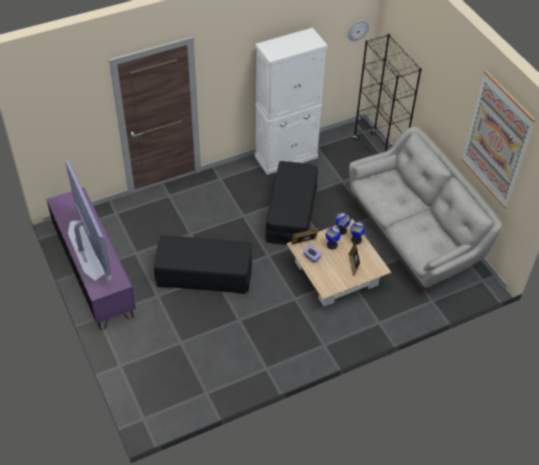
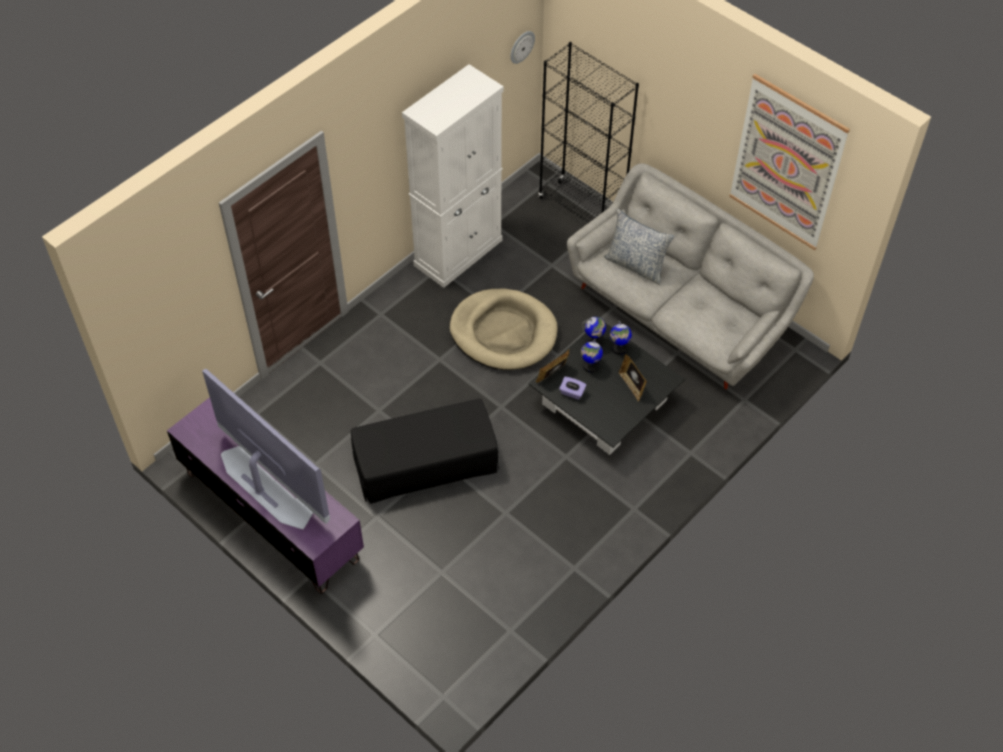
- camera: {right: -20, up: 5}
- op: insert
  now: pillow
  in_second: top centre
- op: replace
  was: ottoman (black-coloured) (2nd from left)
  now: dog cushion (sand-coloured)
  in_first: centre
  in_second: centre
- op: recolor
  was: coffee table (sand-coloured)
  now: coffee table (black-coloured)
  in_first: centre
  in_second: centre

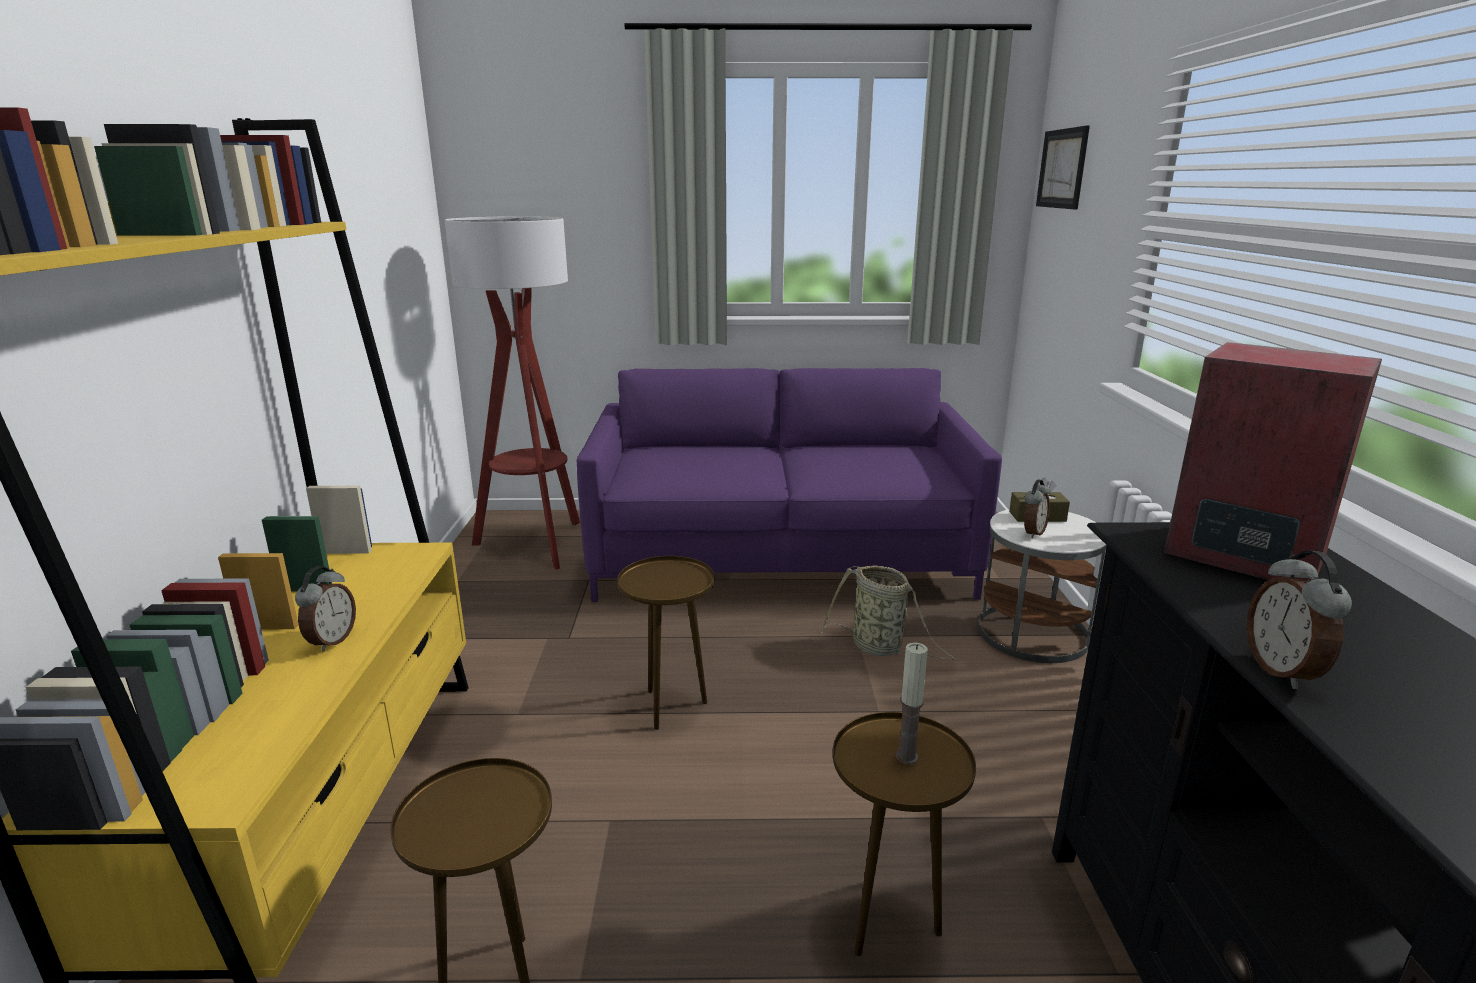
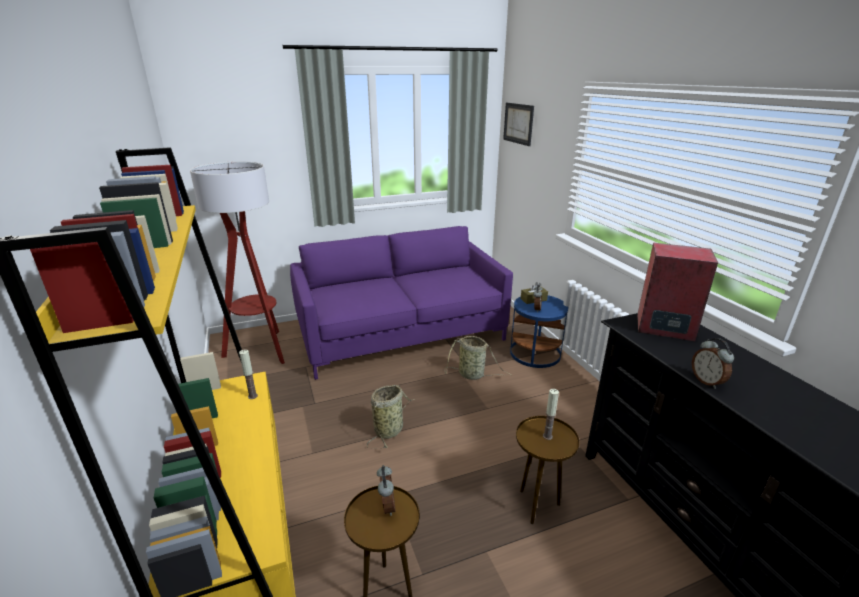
- camera: {right: -20, up: 5}
- op: insert
  now: wax light (1st from left)
  in_second: middle left
- op: move
  was: alarm clock (1st from left)
  in_first: middle left
  in_second: bottom centre
- op: replace
  was: accent table (brown-coloured) (2nd from left)
  now: household basket (1st from left)
  in_first: centre
  in_second: bottom centre
- op: recolor
  was: accent table (white)
  now: accent table (blue)
  in_first: middle right
  in_second: centre

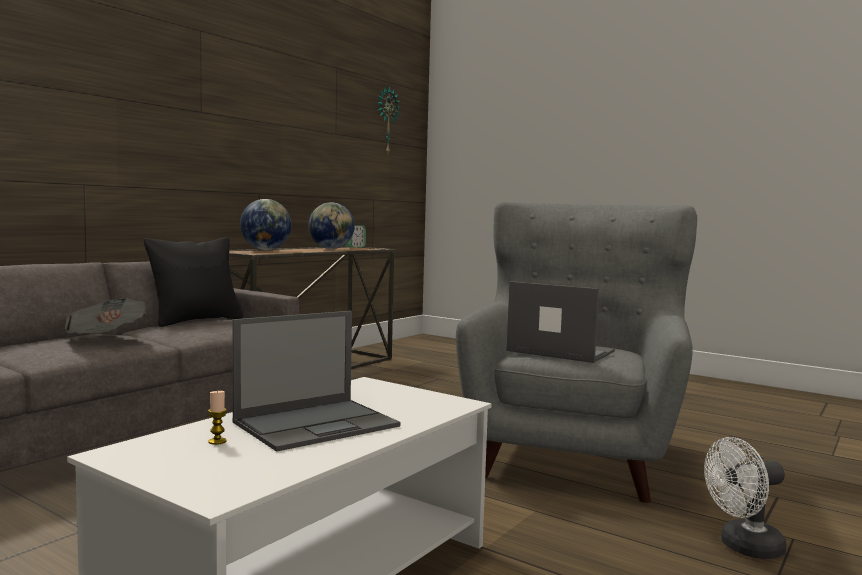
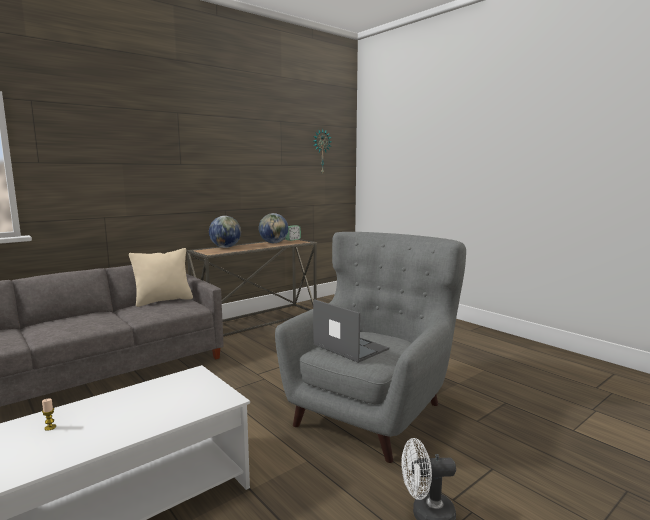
- camera: {right: 15, up: 5}
- op: delete
  was: printed paper
  in_first: middle left
- op: delete
  was: portable computer (1st from left)
  in_first: centre
- op: recolor
  was: pillow (black-coloured)
  now: pillow (sand-coloured)
  in_first: middle left
  in_second: middle left

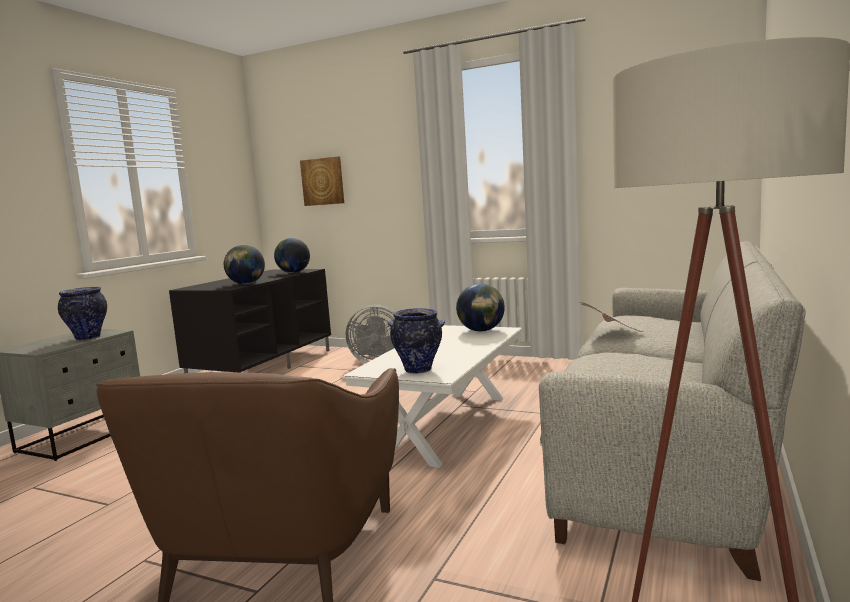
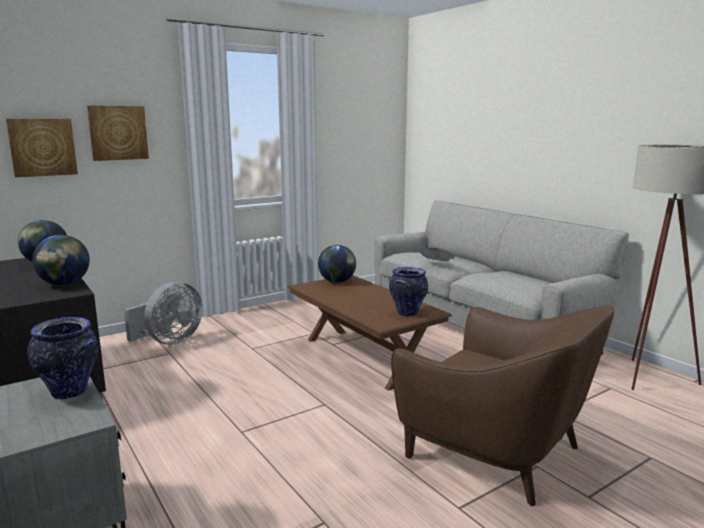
- camera: {right: -60, up: 5}
- op: insert
  now: wall art (2nd from left)
  in_second: top left
- op: recolor
  was: coffee table (white)
  now: coffee table (brown-coloured)
  in_first: centre
  in_second: centre

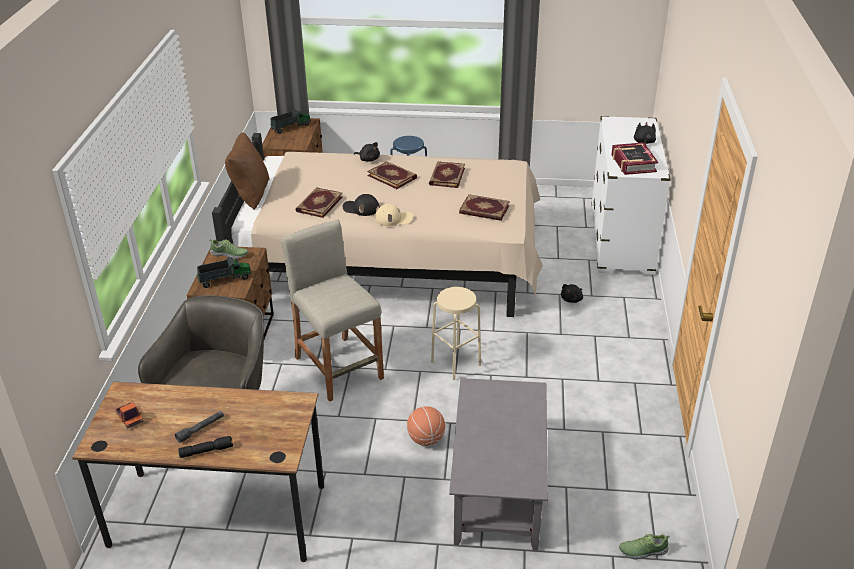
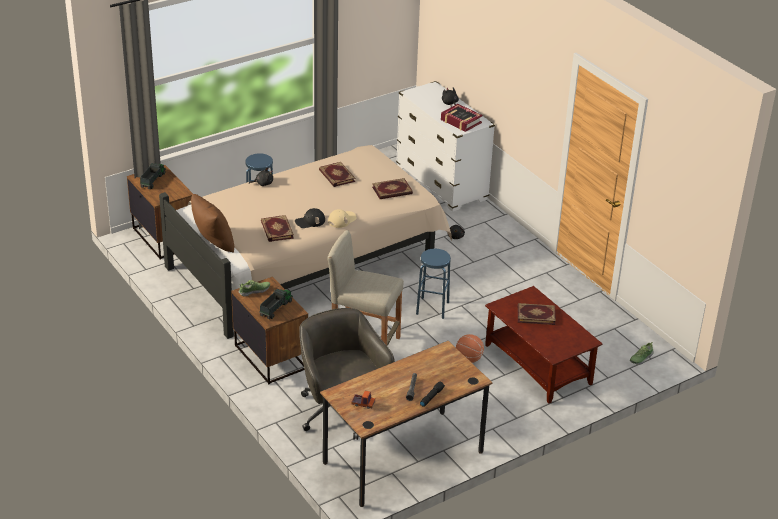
- camera: {right: -40, up: 0}
- op: move
  was: volume (2nd from left in the first image)
  now: volume (5th from left)
  in_first: top centre
  in_second: middle right
- op: recolor
  was: stool seat (sand-coloured) (2nd from left)
  now: stool seat (blue) (2nd from left)
  in_first: centre
  in_second: centre
- op: recolor
  was: coffee table (greyish)
  now: coffee table (brown-coloured)
  in_first: bottom centre
  in_second: middle right

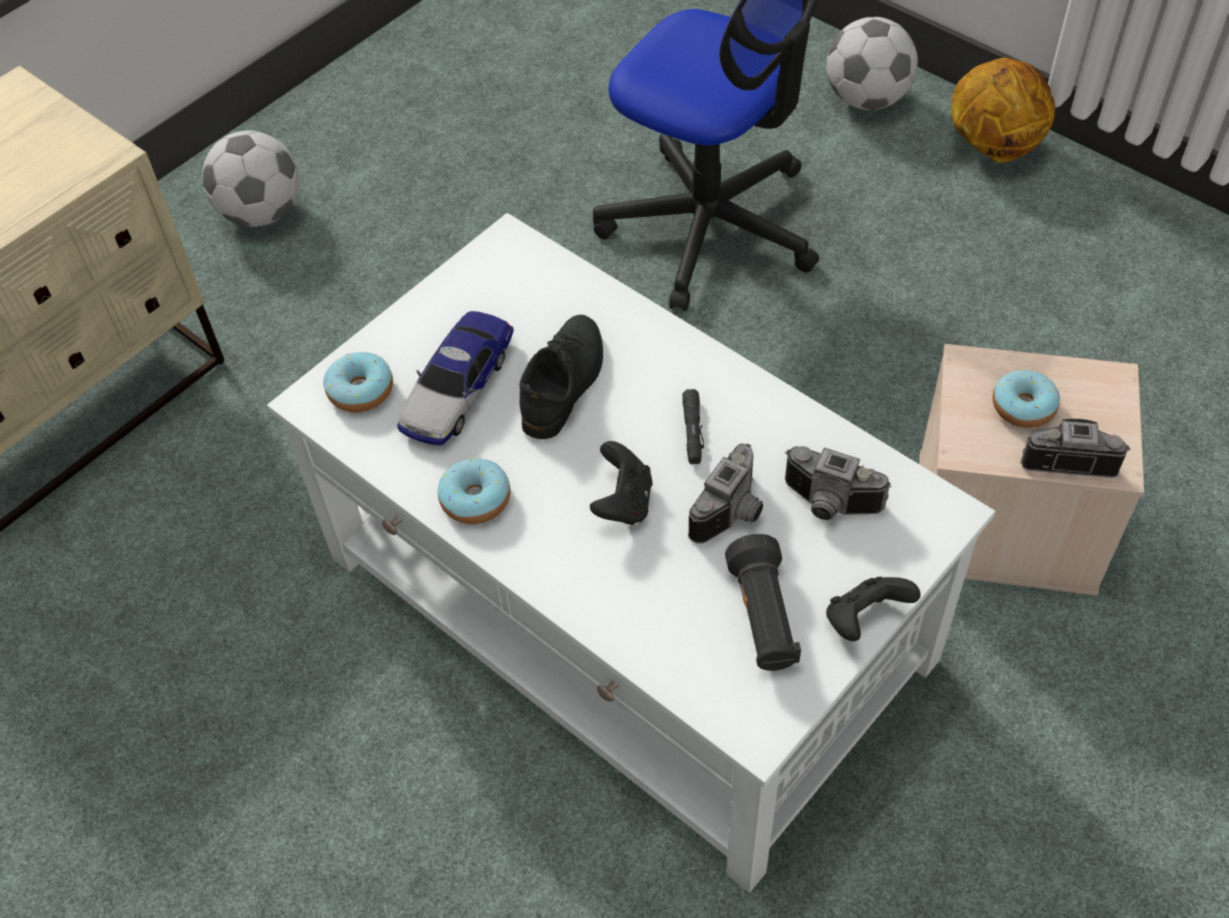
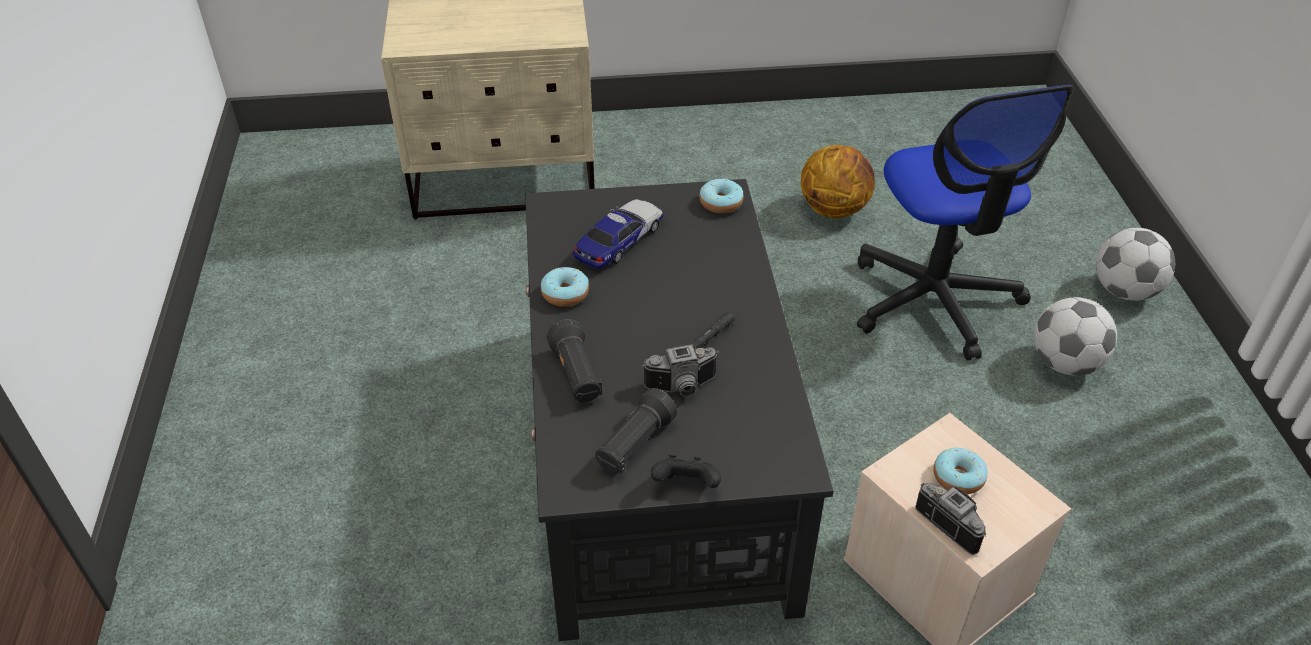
- camera: {right: 40, up: -10}
- op: delete
  was: shoe (black-coloured)
  in_first: centre
- op: delete
  was: joypad (black-coloured) (1st from left)
  in_first: centre
- op: delete
  was: photo camera (2nd from left)
  in_first: middle right
- op: insert
  now: flashlight (black-coloured) (1st from left)
  in_second: centre
- op: move
  was: ball for football (1st from left)
  in_first: top left
  in_second: middle right
- op: move
  was: ring doughnut (1st from left in the first image)
  now: ring doughnut (2nd from left)
  in_first: middle left
  in_second: top centre
- op: move
  was: ball for basketball
  in_first: top right
  in_second: top centre
- op: recolor
  was: coffee table (white)
  now: coffee table (black-coloured)
  in_first: centre
  in_second: centre
- op: rotate
  was: model car
  in_first: centre
  in_second: centre
  clockwise: 150

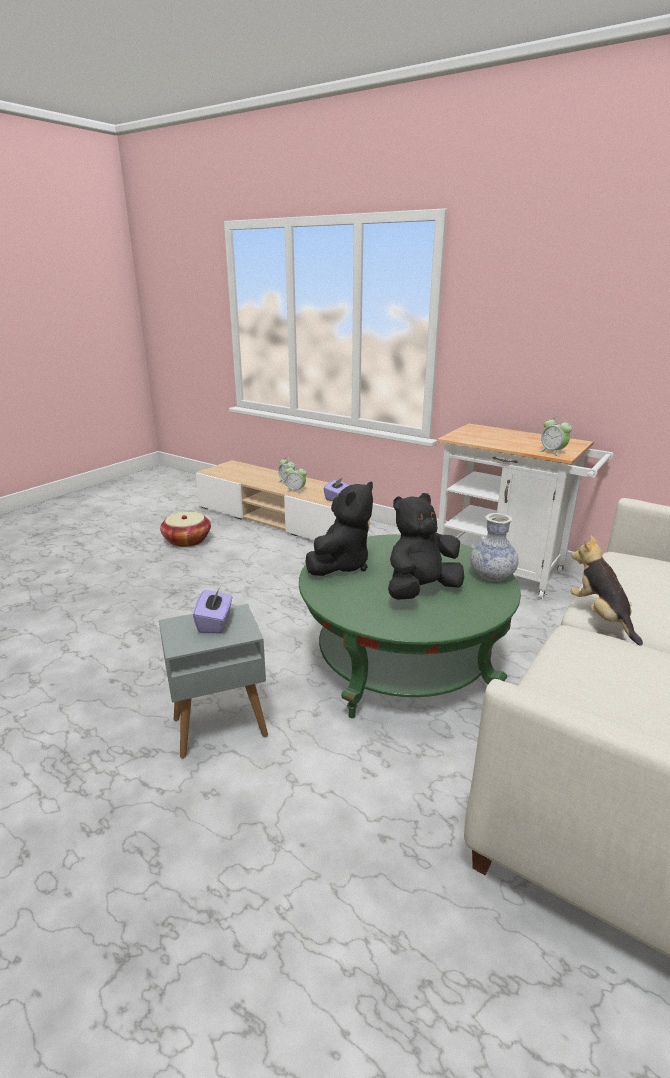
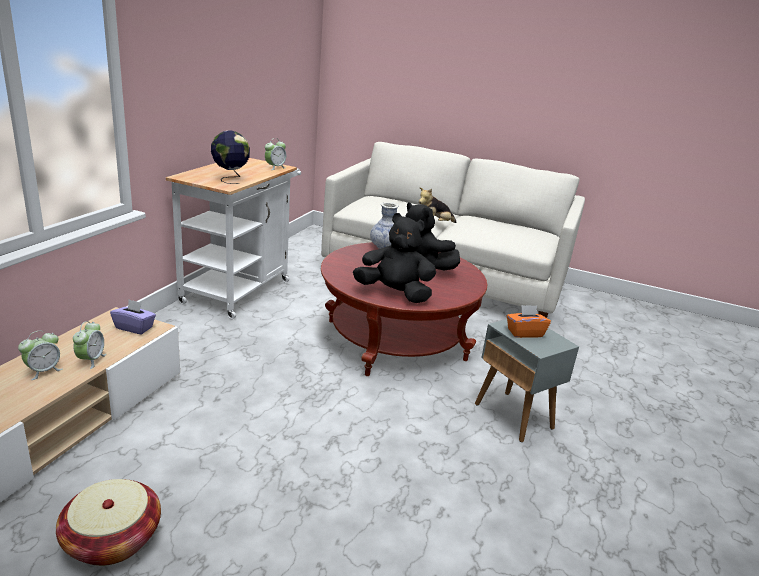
- camera: {right: -105, up: 0}
- op: insert
  now: globe
  in_second: top left
- op: recolor
  was: box of tissues (purplish) (1st from left)
  now: box of tissues (orange-coloured)
  in_first: middle left
  in_second: middle right
- op: recolor
  was: coffee table (green-coloured)
  now: coffee table (red-coloured)
  in_first: centre
  in_second: centre

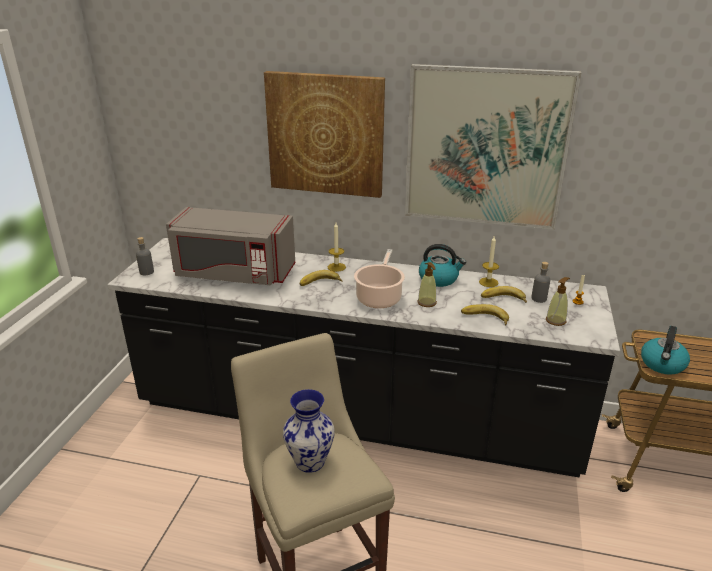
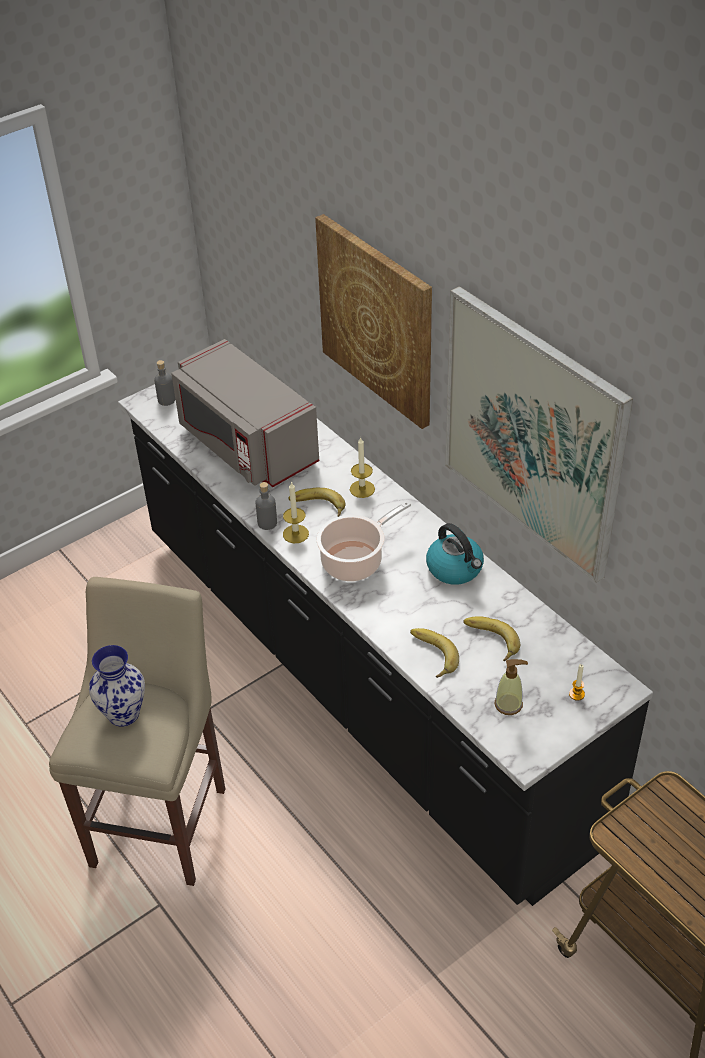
- camera: {right: 40, up: 15}
- op: delete
  was: soap bottle (1st from left)
  in_first: centre
- op: delete
  was: tea kettle (2nd from left)
  in_first: middle right
- op: move
  was: wax light (2nd from left in the first image)
  now: wax light (1st from left)
  in_first: middle right
  in_second: centre
- op: move
  was: drink bottle (greyish) (2nd from left)
  in_first: middle right
  in_second: centre

